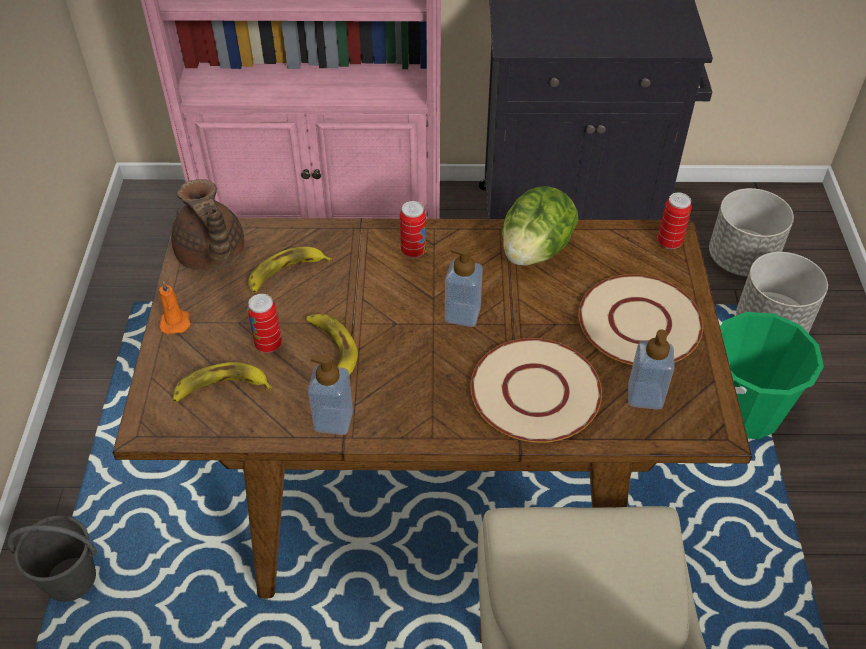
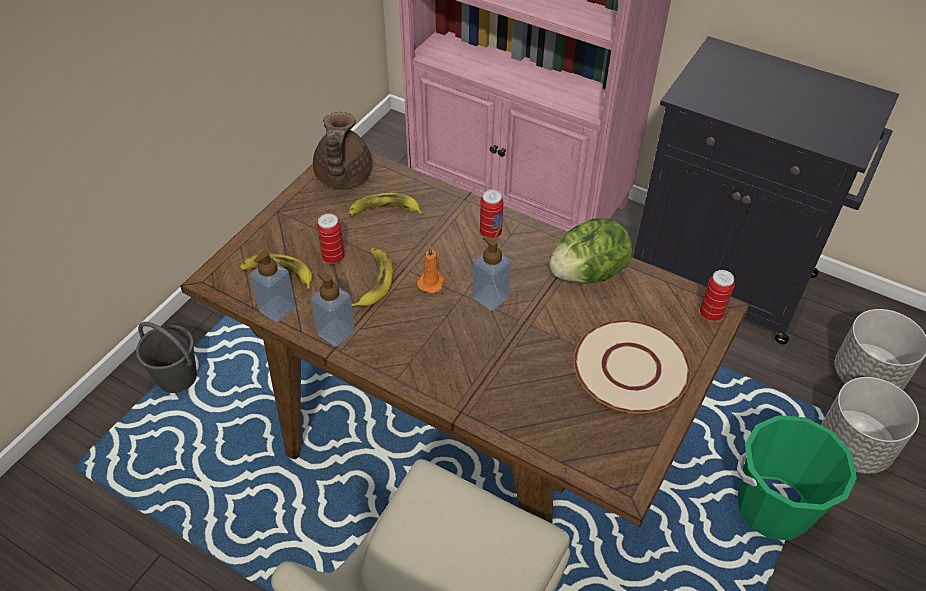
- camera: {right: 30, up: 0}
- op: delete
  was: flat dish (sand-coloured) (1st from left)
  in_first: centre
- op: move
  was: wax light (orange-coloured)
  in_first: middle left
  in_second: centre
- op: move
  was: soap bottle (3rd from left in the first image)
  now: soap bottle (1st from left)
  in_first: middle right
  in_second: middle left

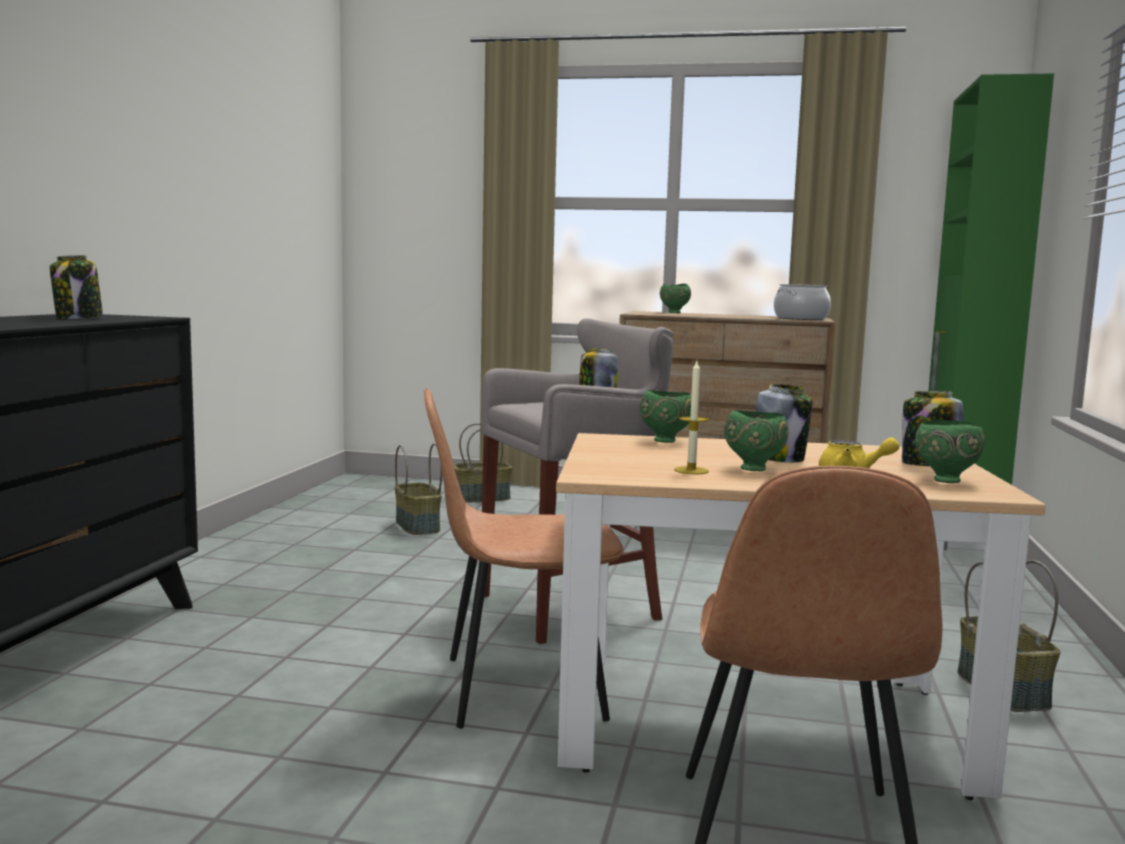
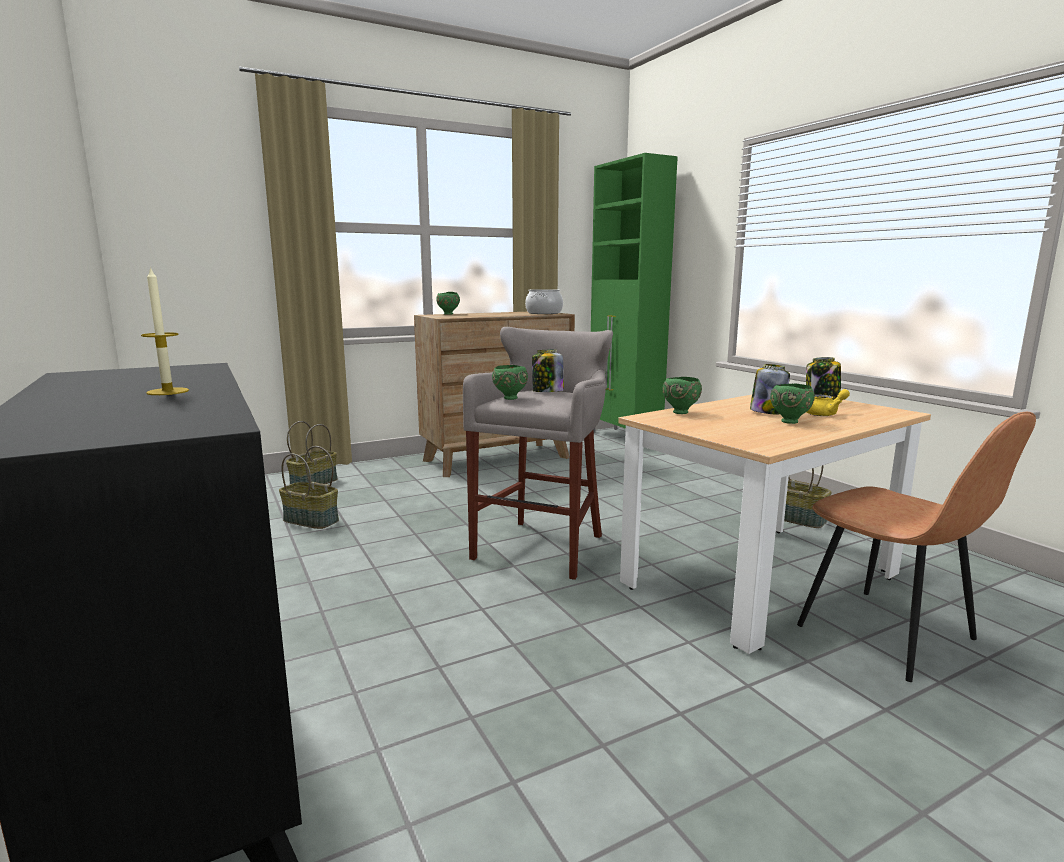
- camera: {right: -40, up: 5}
- op: delete
  was: preserve jar (1st from left)
  in_first: middle left
- op: delete
  was: plain chair (brown-coloured) (1st from left)
  in_first: centre
- op: move
  was: wax light
  in_first: centre
  in_second: middle left
- op: move
  was: bowl (green-coloured) (4th from left in the first image)
  now: bowl (green-coloured) (2nd from left)
  in_first: middle right
  in_second: centre

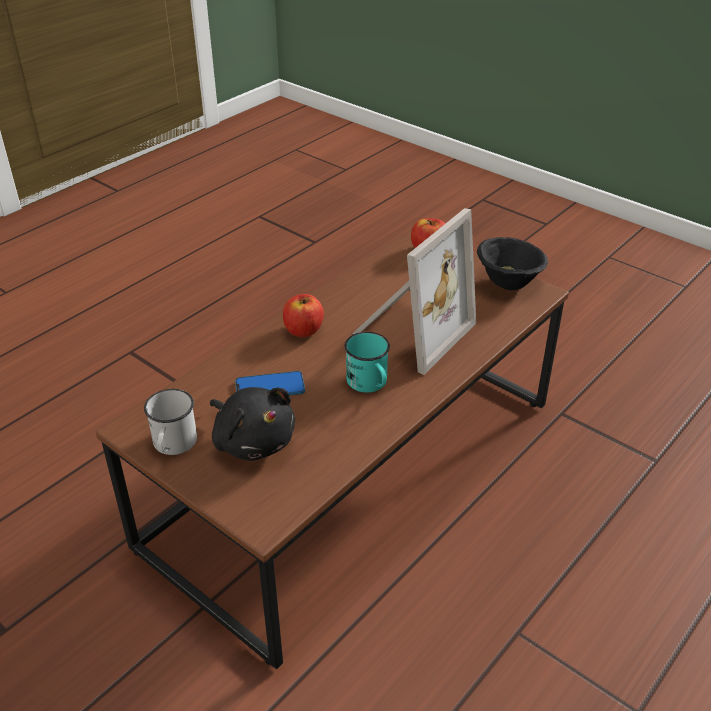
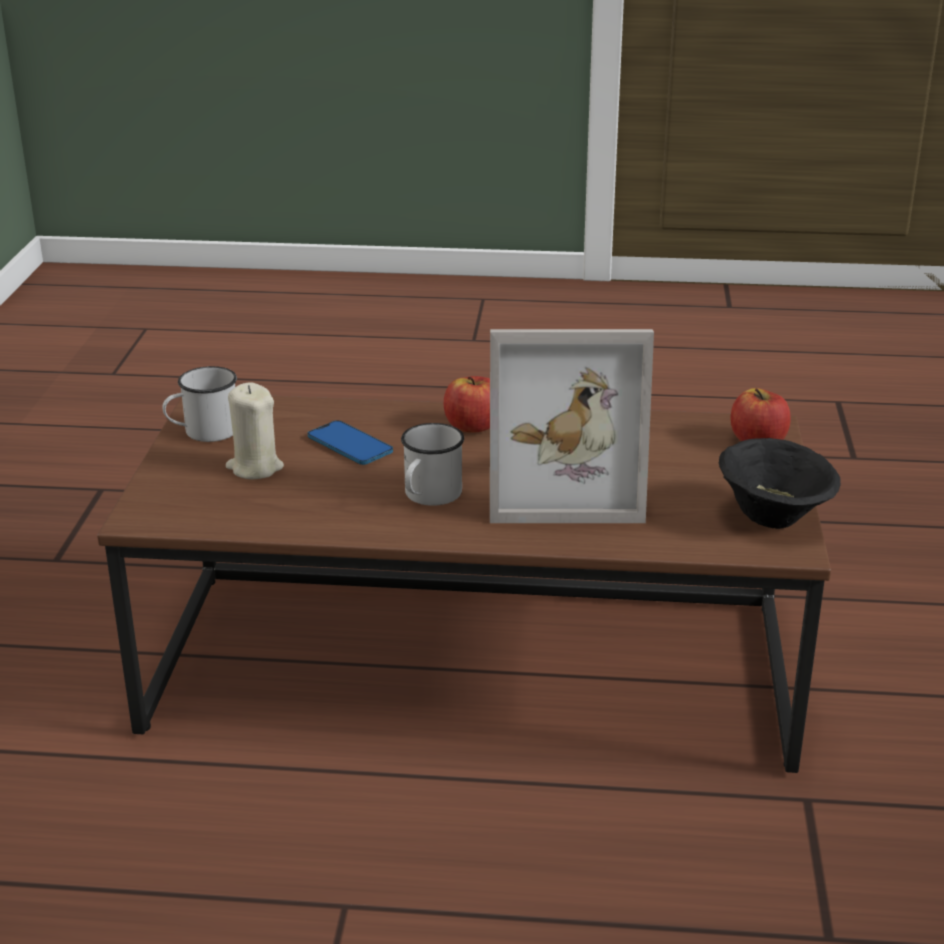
- camera: {right: 55, up: -10}
- op: replace
  was: cuddly toy (black-coloured)
  now: wax light (sand-coloured)
  in_first: centre
  in_second: middle left
- op: recolor
  was: tea mug (turquoise)
  now: tea mug (white) (2nd from left)
  in_first: centre
  in_second: centre

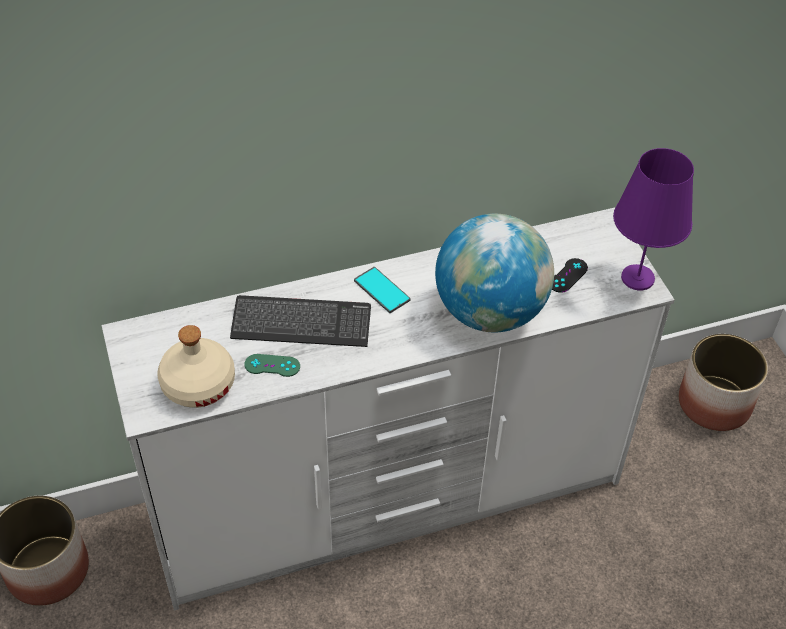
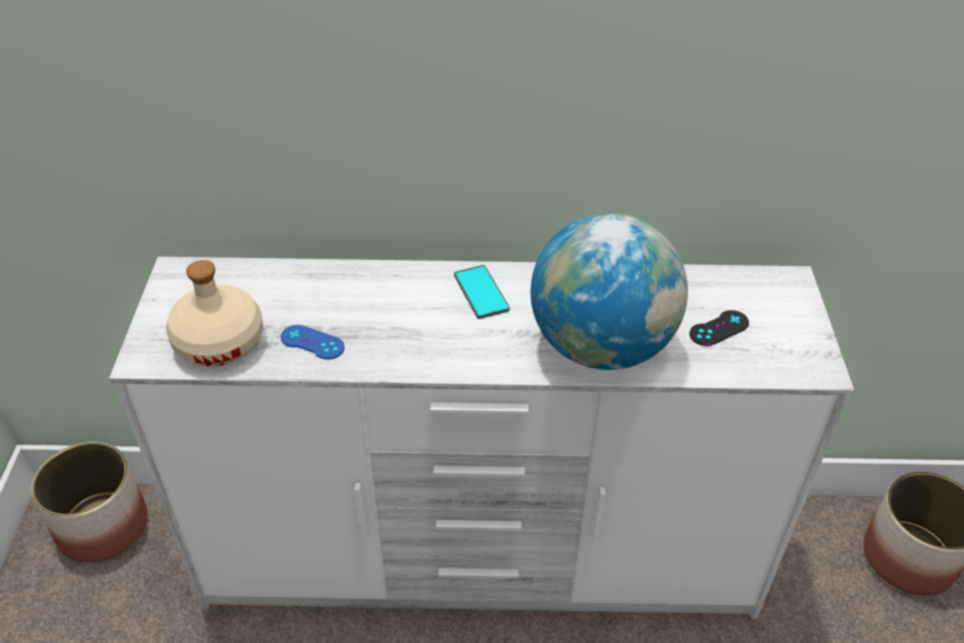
- camera: {right: 20, up: -5}
- op: delete
  was: PC keyboard
  in_first: centre
- op: delete
  was: tabletop lamp (purplish)
  in_first: middle right
- op: recolor
  was: joypad (green-coloured)
  now: joypad (blue)
  in_first: centre
  in_second: middle left

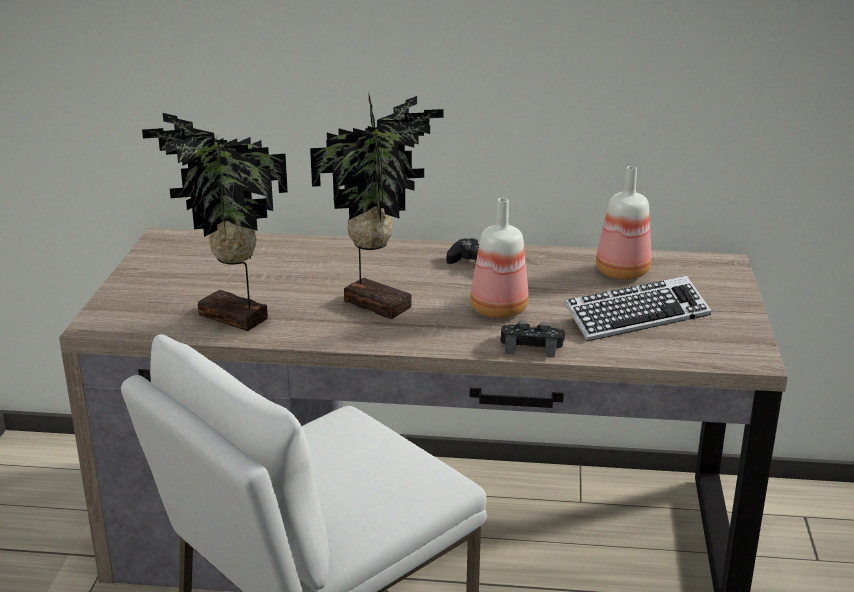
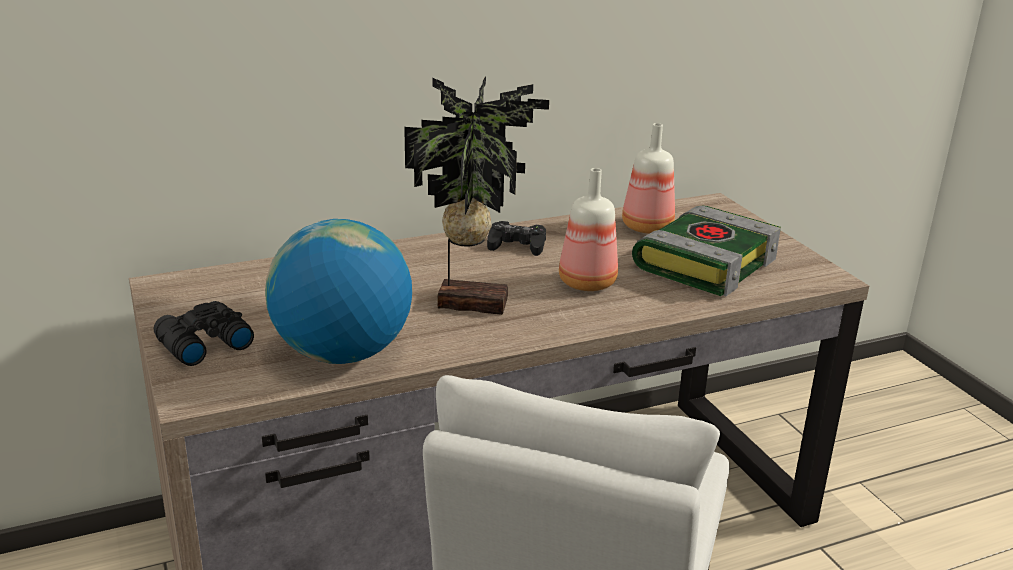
- camera: {right: -30, up: 0}
- op: delete
  was: joypad (black-coloured) (2nd from left)
  in_first: centre
- op: insert
  now: field glasses (black-coloured)
  in_second: middle left
- op: replace
  was: plant in a pot (1st from left)
  now: globe
  in_first: middle left
  in_second: centre
- op: replace
  was: PC keyboard
  now: volume
  in_first: middle right
  in_second: middle right

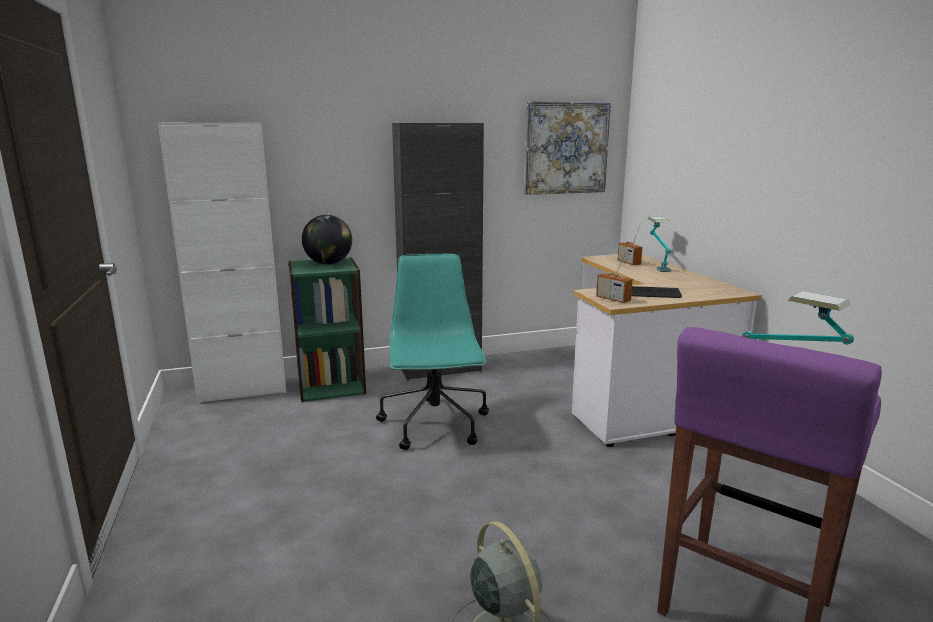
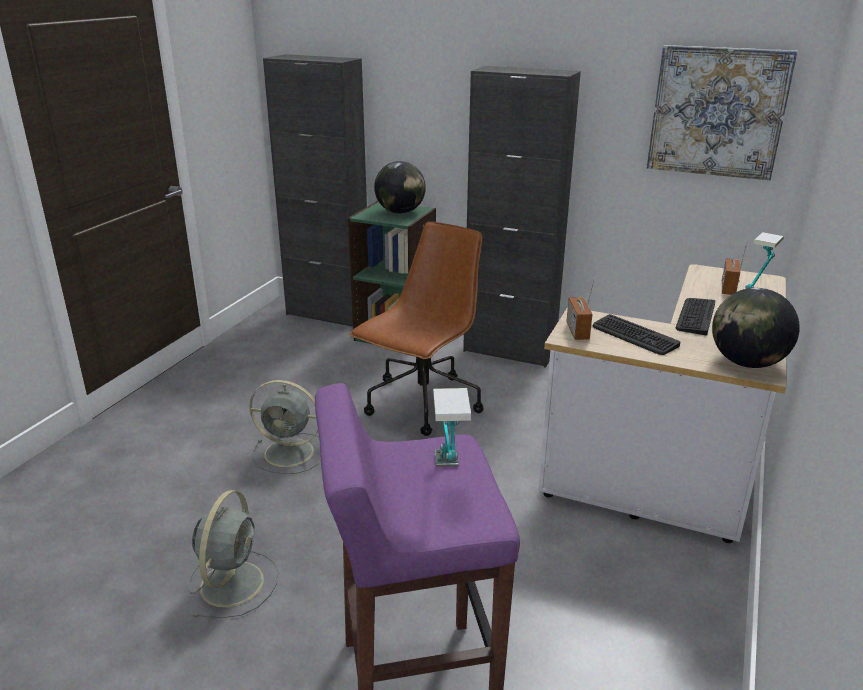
- camera: {right: 40, up: 10}
- op: insert
  now: fan (greyish) (2nd from left)
  in_second: middle left
- op: insert
  now: PC keyboard (2nd from left)
  in_second: middle right
- op: insert
  now: globe (2nd from left)
  in_second: middle right
- op: recolor
  was: storage cabinet (white)
  now: storage cabinet (black-coloured) (1st from left)
  in_first: middle left
  in_second: top centre
- op: recolor
  was: desk chair (turquoise)
  now: desk chair (brown-coloured)
  in_first: centre
  in_second: centre

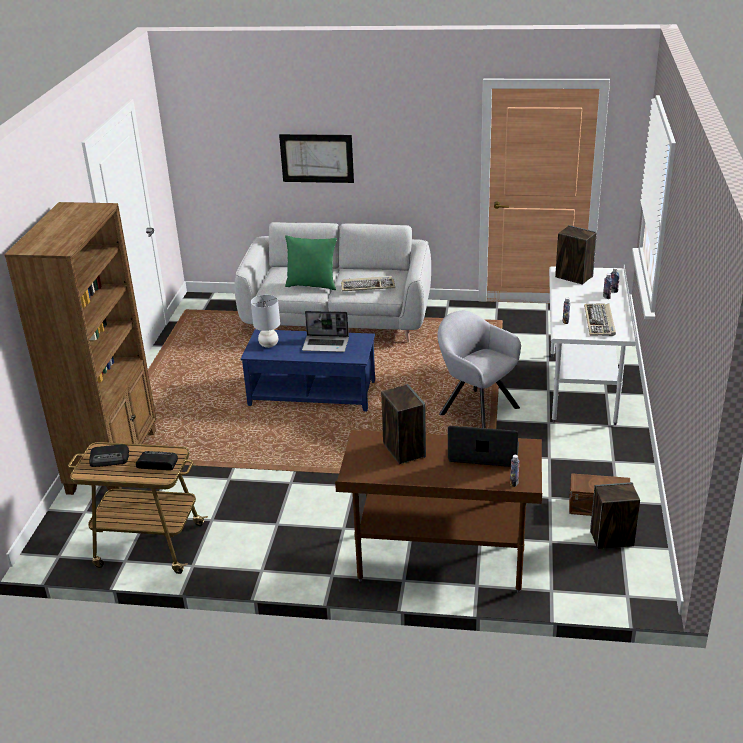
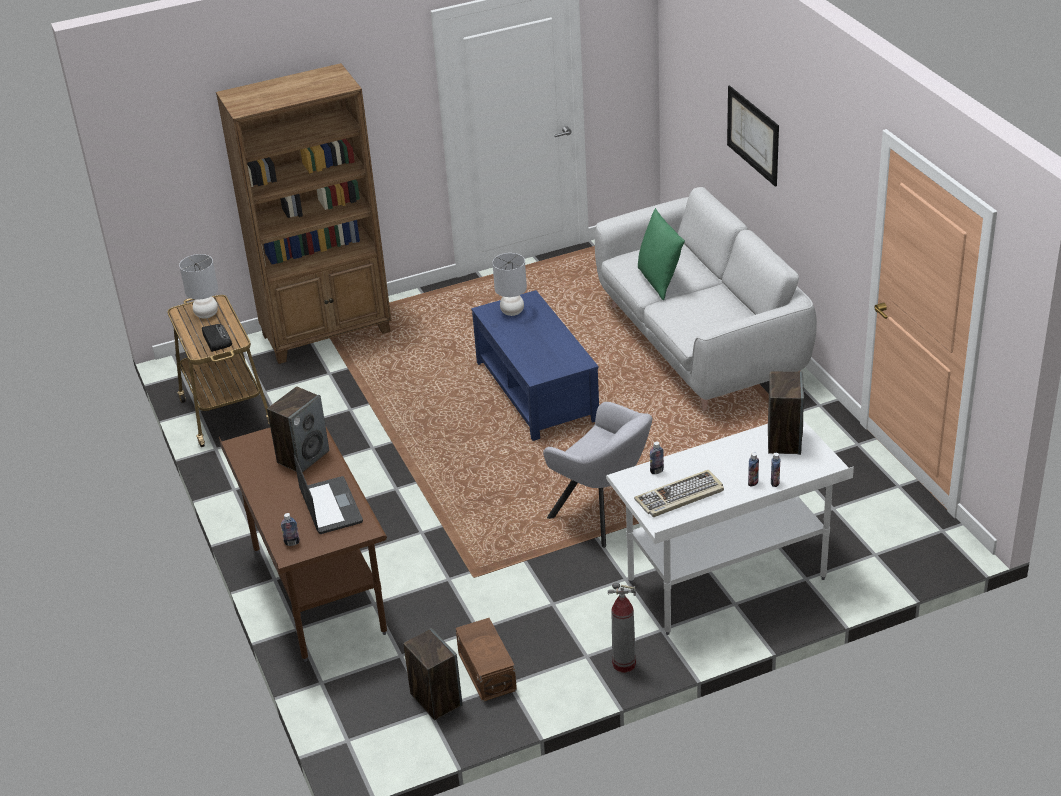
- camera: {right: 60, up: 5}
- op: delete
  was: portable computer (1st from left)
  in_first: centre
- op: delete
  was: PC keyboard (1st from left)
  in_first: centre
- op: insert
  now: extinguisher
  in_second: bottom centre
- op: replace
  was: radio set (1st from left)
  now: tabletop lamp (greyish) (1st from left)
  in_first: middle left
  in_second: middle left
- op: rotate
  was: lounge chair (greyish)
  in_first: centre
  in_second: centre
  clockwise: 120

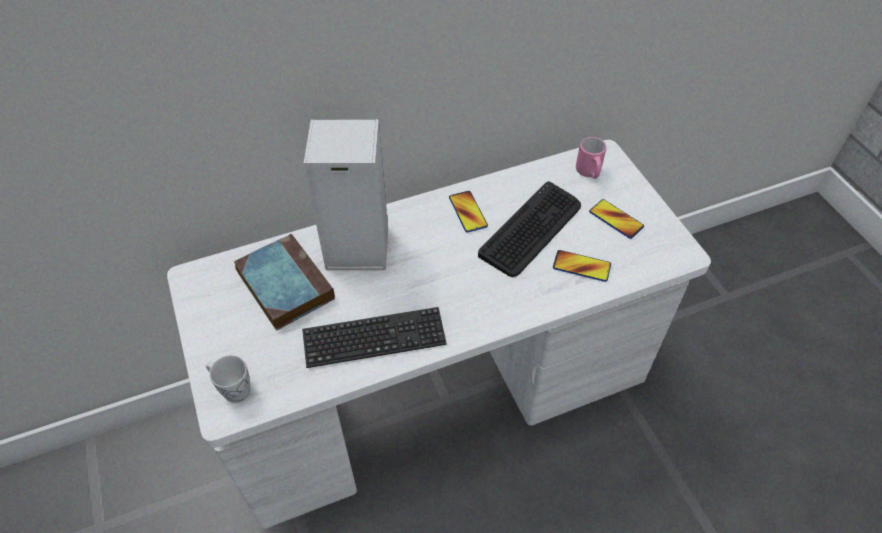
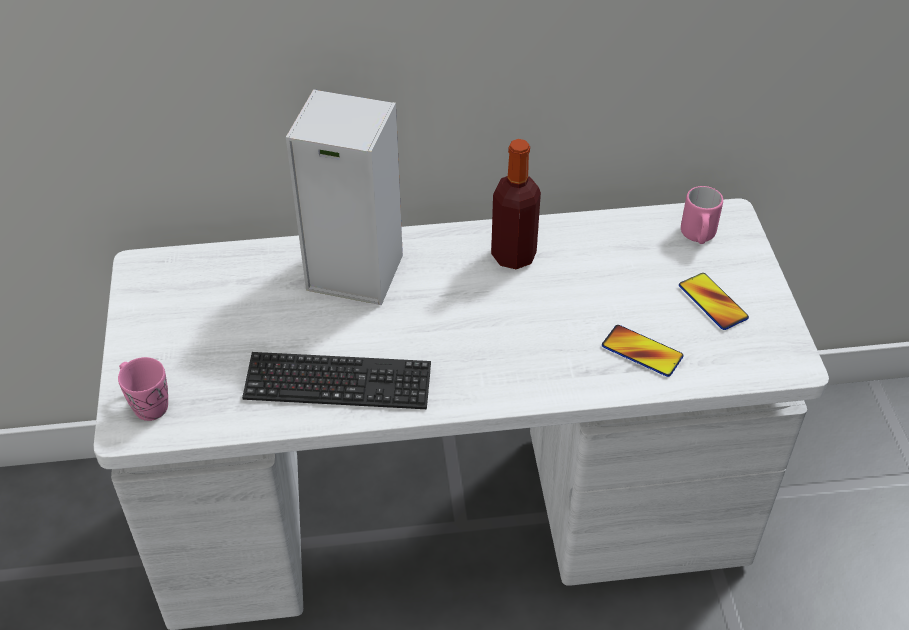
- camera: {right: 15, up: -5}
- op: delete
  was: volume
  in_first: middle left
- op: delete
  was: PC keyboard (2nd from left)
  in_first: centre
- op: replace
  was: handset (1st from left)
  now: drink bottle
  in_first: centre
  in_second: top centre
- op: recolor
  was: tea mug (white)
  now: tea mug (pink-coloured) (1st from left)
  in_first: bottom left
  in_second: middle left

